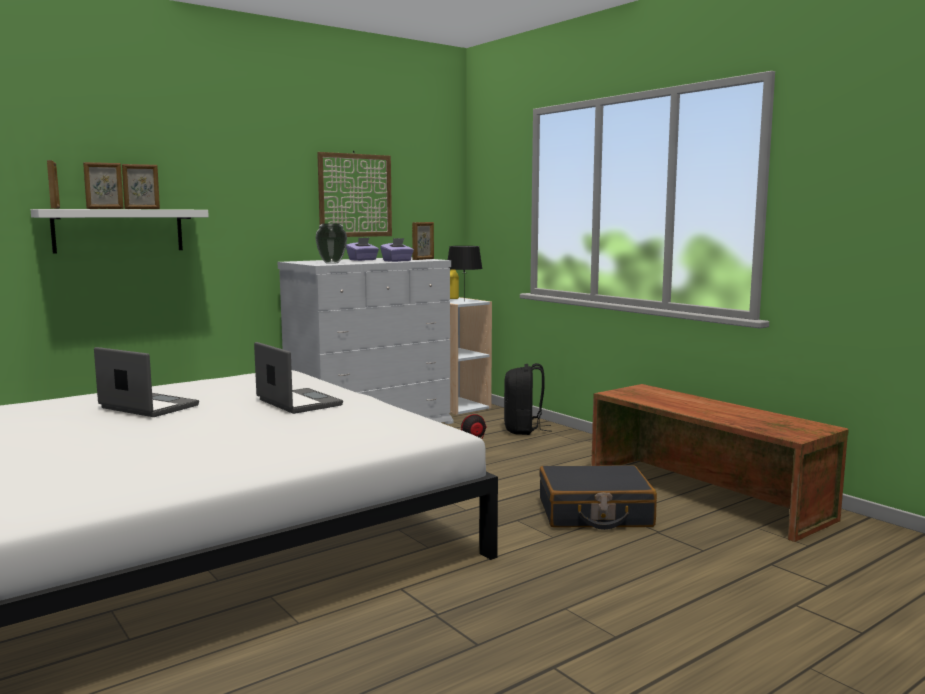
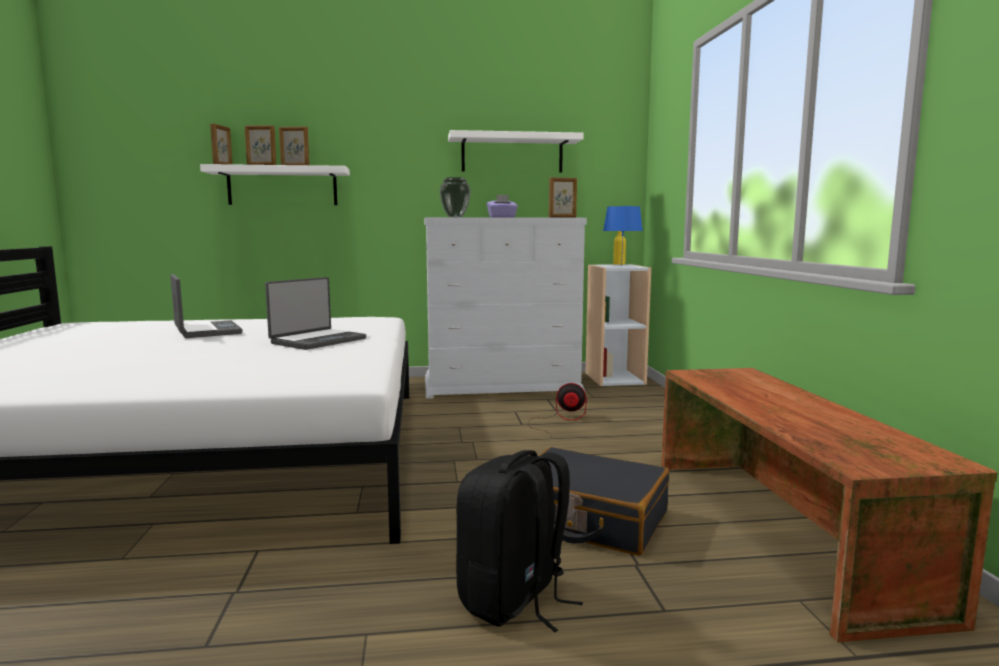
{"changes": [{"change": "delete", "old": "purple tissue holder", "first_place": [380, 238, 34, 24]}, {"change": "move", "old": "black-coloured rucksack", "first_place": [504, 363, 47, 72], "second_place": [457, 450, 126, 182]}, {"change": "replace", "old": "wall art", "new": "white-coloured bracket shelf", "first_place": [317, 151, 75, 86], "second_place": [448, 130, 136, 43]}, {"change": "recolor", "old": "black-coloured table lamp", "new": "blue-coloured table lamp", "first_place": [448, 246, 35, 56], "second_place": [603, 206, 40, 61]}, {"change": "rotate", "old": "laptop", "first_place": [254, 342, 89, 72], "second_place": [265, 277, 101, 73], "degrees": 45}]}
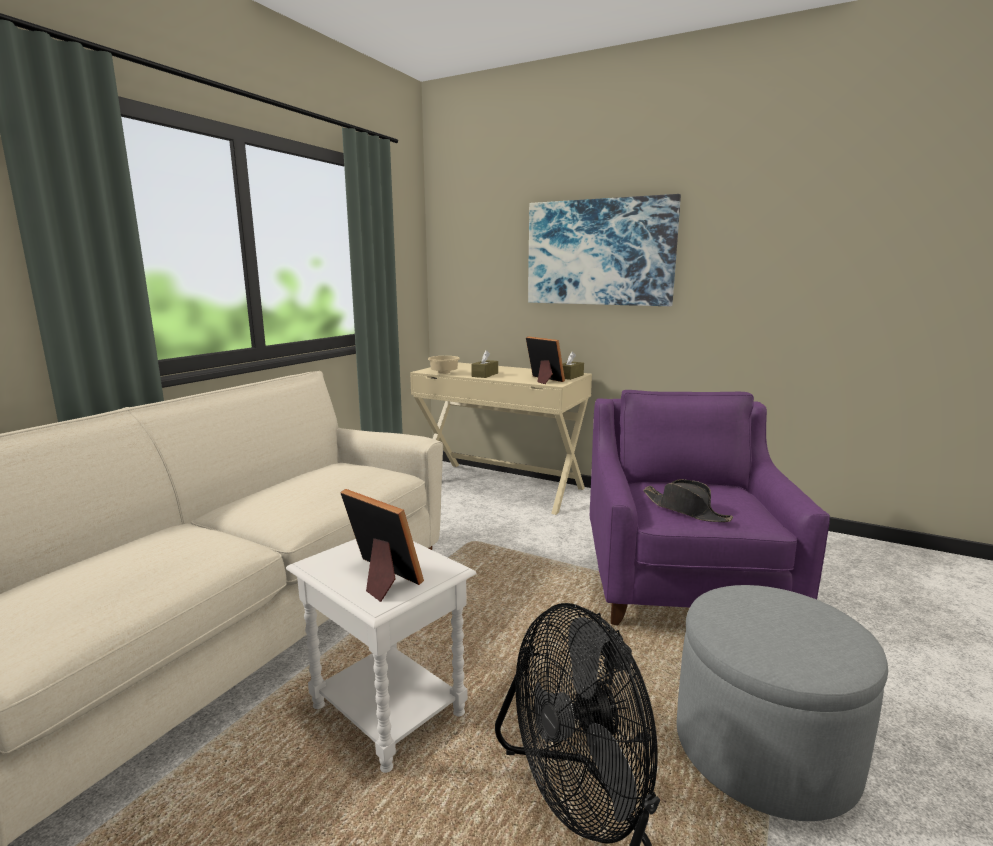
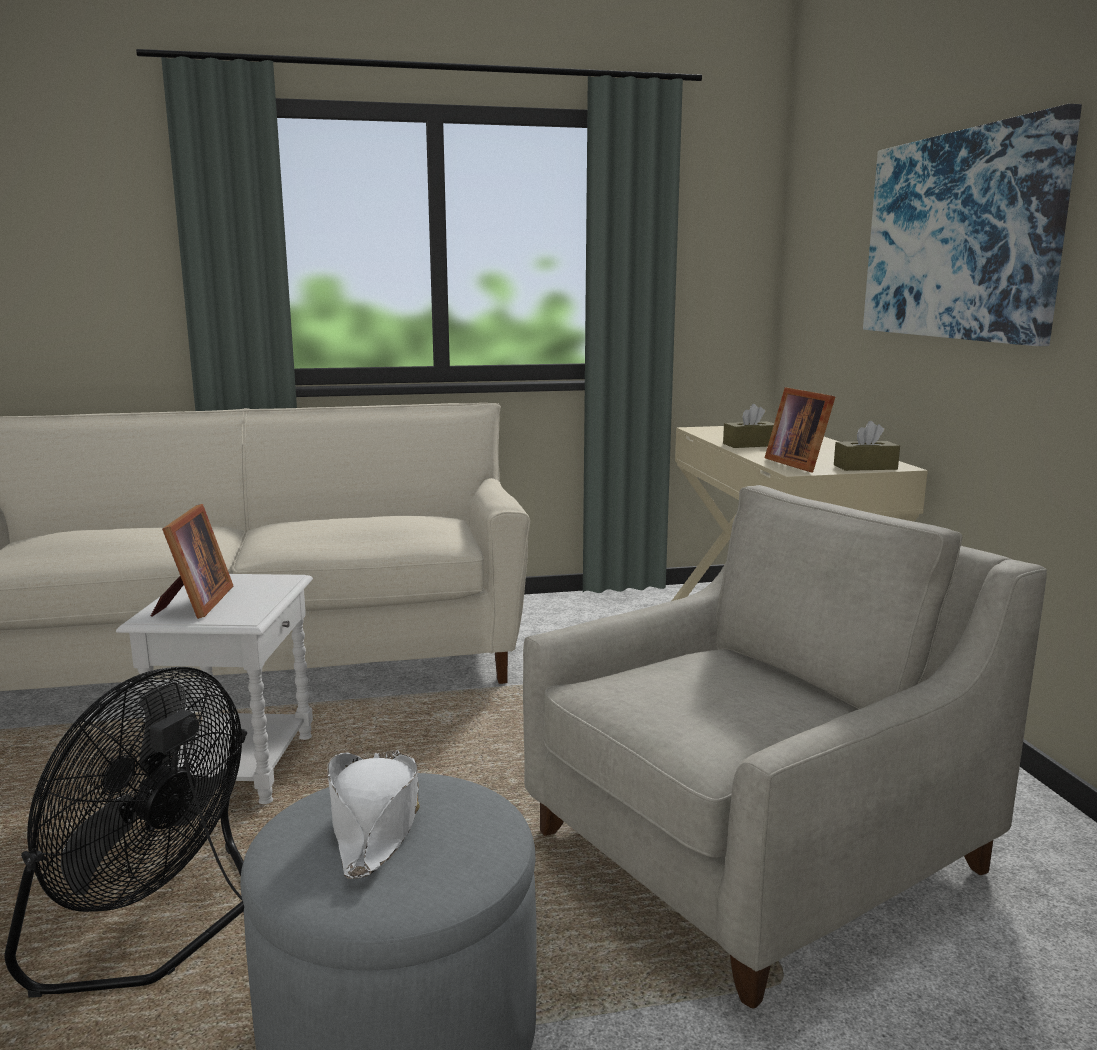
{"changes": [{"change": "delete", "old": "sand-coloured serving bowl", "first_place": [428, 356, 32, 18]}, {"change": "delete", "old": "black-coloured wearable hat", "first_place": [643, 479, 90, 43]}, {"change": "insert", "new": "white-coloured wearable hat", "second_place": [327, 750, 93, 129]}, {"change": "recolor", "old": "purple armchair", "new": "sand-coloured armchair", "first_place": [590, 390, 240, 235], "second_place": [523, 485, 524, 523]}, {"change": "rotate", "old": "photo frame", "first_place": [526, 336, 39, 48], "second_place": [764, 387, 71, 86], "degrees": 150}]}
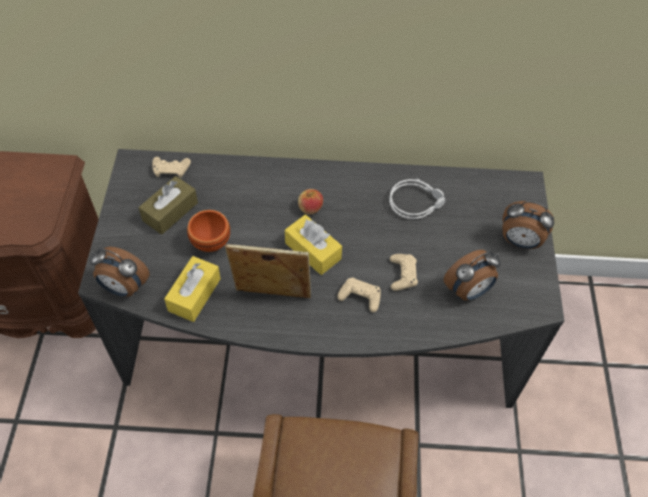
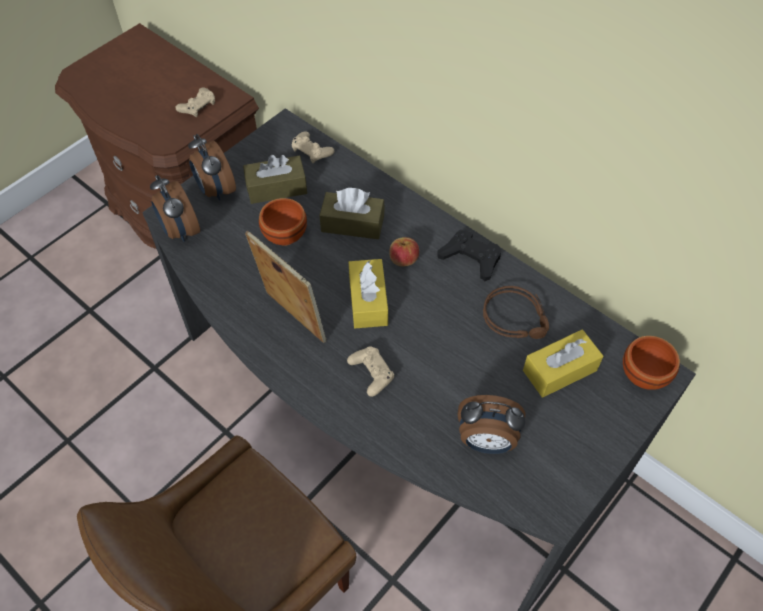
{"changes": [{"change": "insert", "new": "brown tissue holder", "second_place": [319, 188, 66, 51]}, {"change": "insert", "new": "black-coloured joypad", "second_place": [437, 230, 64, 51]}, {"change": "insert", "new": "brown serving bowl", "second_place": [623, 336, 57, 54]}, {"change": "move", "old": "yellow tissue holder", "first_place": [164, 256, 57, 66], "second_place": [523, 330, 80, 68]}, {"change": "move", "old": "sand-coloured joypad", "first_place": [390, 254, 28, 37], "second_place": [175, 88, 40, 29]}, {"change": "move", "old": "alarm clock", "first_place": [502, 201, 52, 48], "second_place": [188, 134, 48, 67]}, {"change": "recolor", "old": "greyish headphones", "new": "brown headphones", "first_place": [389, 179, 57, 40], "second_place": [483, 286, 66, 53]}]}
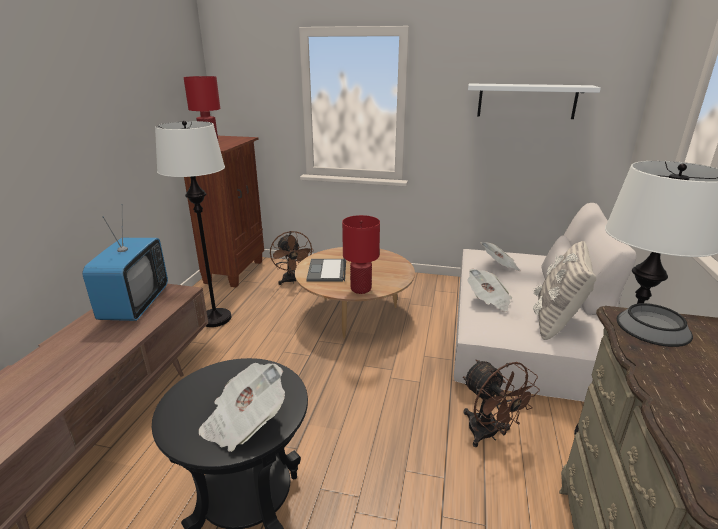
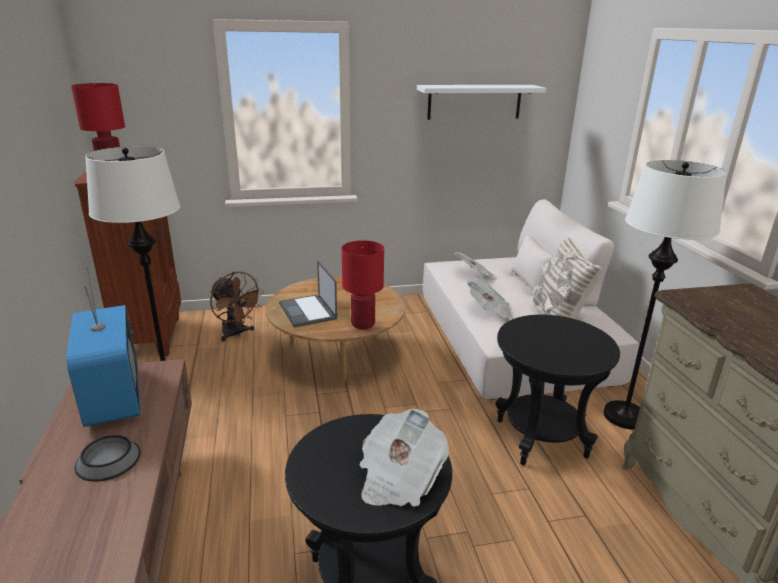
{"changes": [{"change": "move", "old": "serving bowl", "first_place": [616, 303, 77, 44], "second_place": [75, 435, 66, 47]}, {"change": "replace", "old": "brown fan", "new": "black-coloured accent table", "first_place": [463, 360, 77, 87], "second_place": [495, 314, 125, 151]}]}
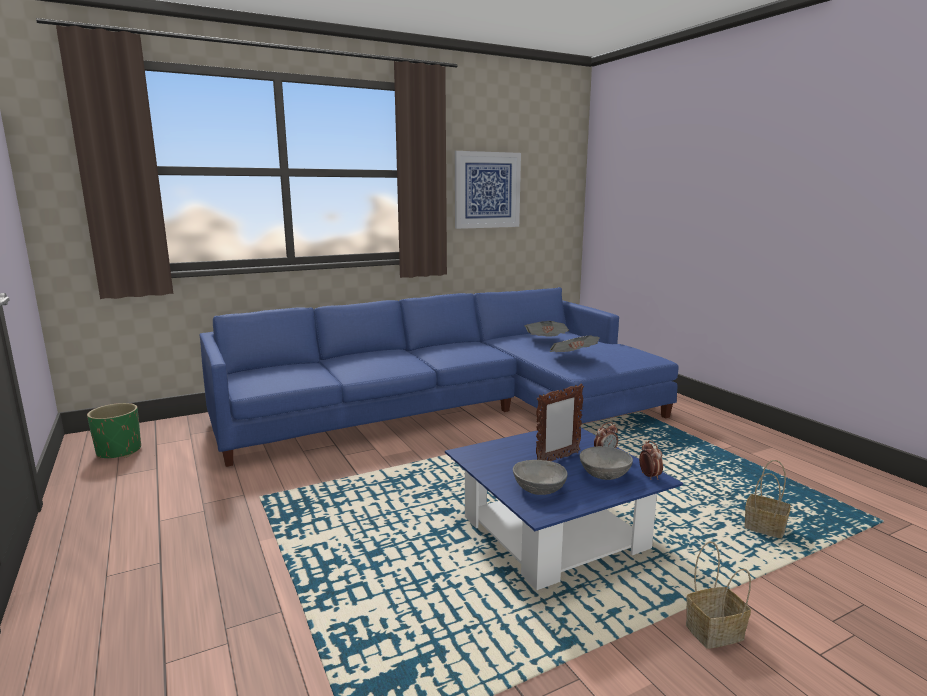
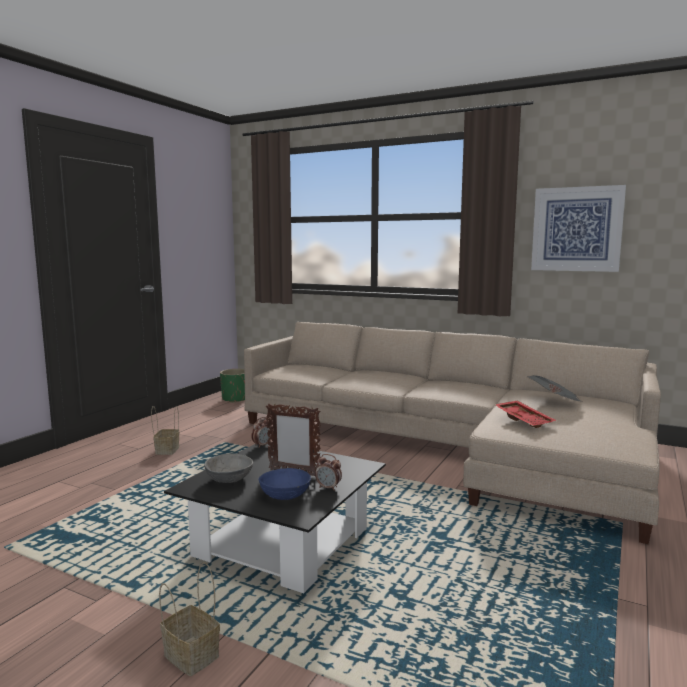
{"changes": [{"change": "move", "old": "alarm clock", "first_place": [639, 440, 24, 40], "second_place": [251, 417, 20, 31]}, {"change": "move", "old": "household basket", "first_place": [744, 460, 47, 79], "second_place": [151, 406, 28, 49]}, {"change": "replace", "old": "newspaper", "new": "red-coloured serving tray", "first_place": [549, 335, 51, 17], "second_place": [495, 400, 61, 28]}, {"change": "recolor", "old": "blue-coloured sofa", "new": "sand-coloured sofa", "first_place": [200, 287, 478, 180], "second_place": [244, 322, 417, 222]}, {"change": "recolor", "old": "blue-coloured lounge table", "new": "black-coloured lounge table", "first_place": [445, 427, 238, 163], "second_place": [164, 444, 222, 149]}, {"change": "recolor", "old": "greyish serving bowl", "new": "blue-coloured serving bowl", "first_place": [580, 446, 53, 34], "second_place": [259, 468, 52, 32]}]}
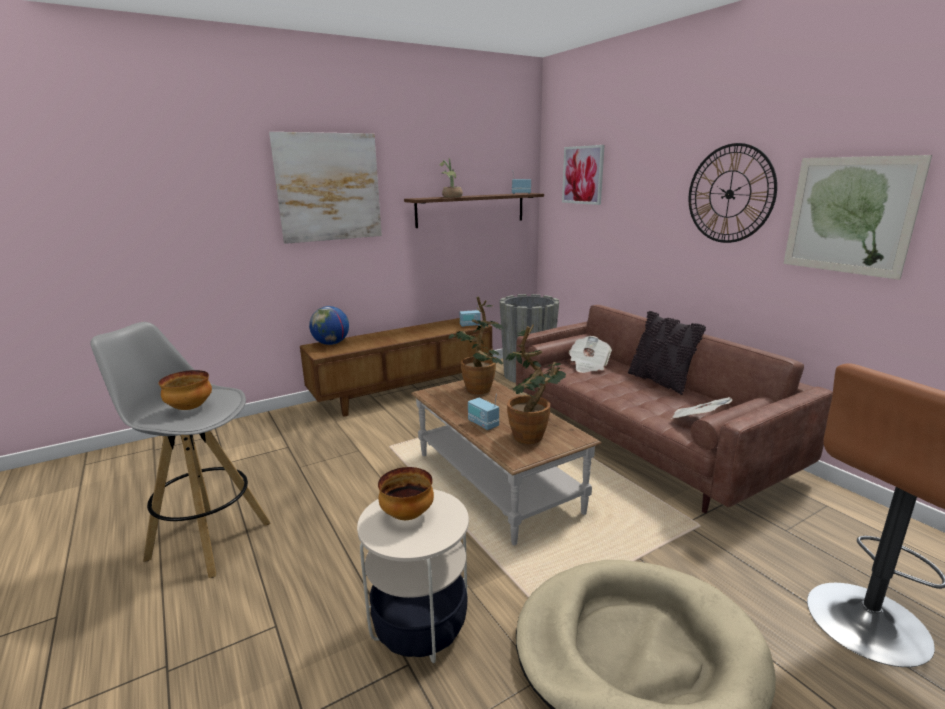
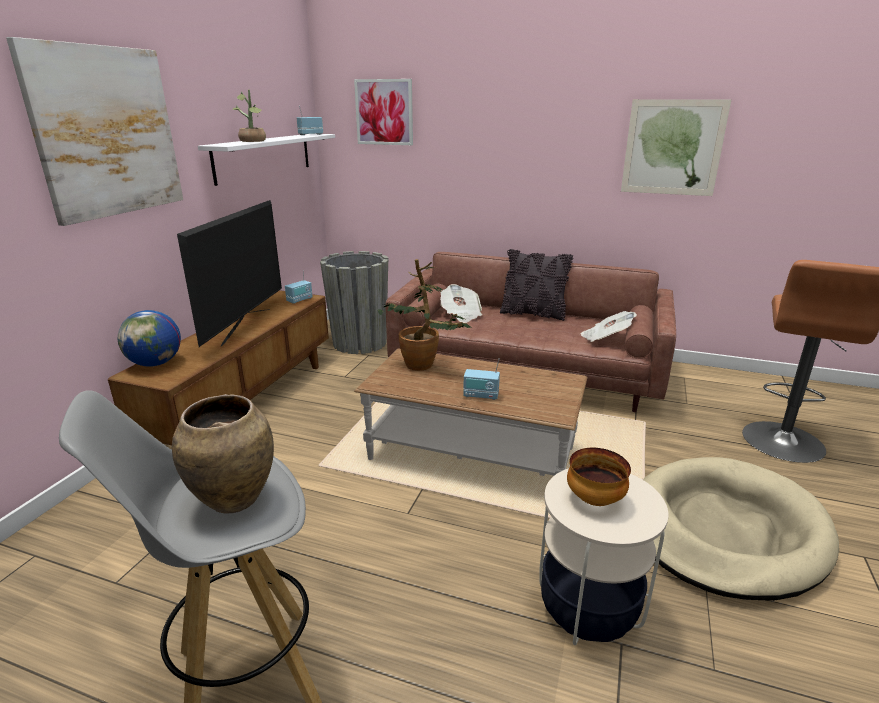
{"changes": [{"change": "delete", "old": "potted plant", "first_place": [506, 324, 60, 120]}, {"change": "delete", "old": "hanging clock", "first_place": [689, 143, 88, 100]}, {"change": "insert", "new": "television", "second_place": [177, 200, 105, 147]}, {"change": "replace", "old": "serving bowl", "new": "brown flower vase", "first_place": [159, 370, 53, 40], "second_place": [172, 394, 102, 119]}, {"change": "recolor", "old": "brown bracket shelf", "new": "white-coloured bracket shelf", "first_place": [404, 193, 140, 35], "second_place": [198, 134, 137, 52]}]}
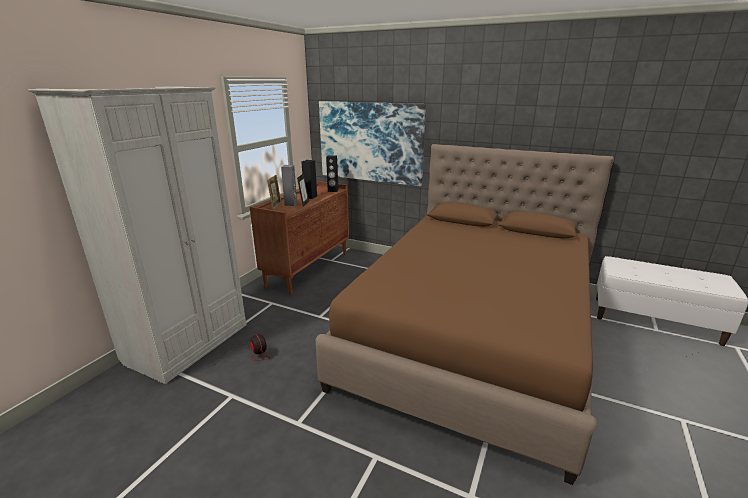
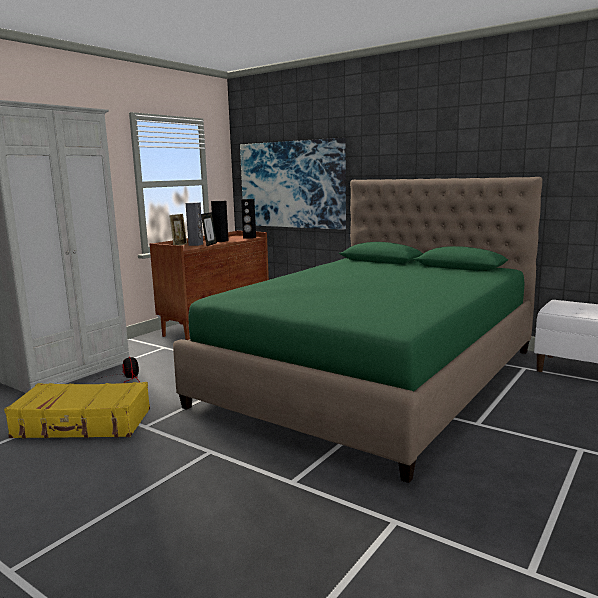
{"changes": [{"change": "insert", "new": "yellow travel case", "second_place": [4, 382, 146, 56]}, {"change": "recolor", "old": "brown bed", "new": "greenish bed", "first_place": [316, 144, 298, 341], "second_place": [173, 177, 370, 306]}]}
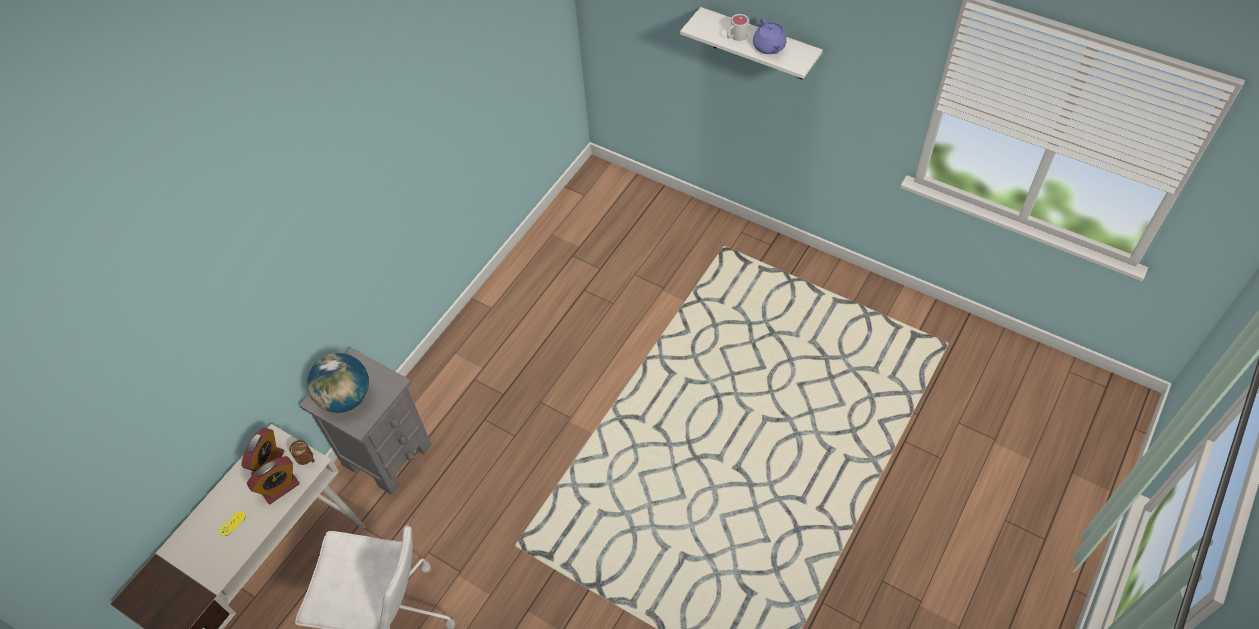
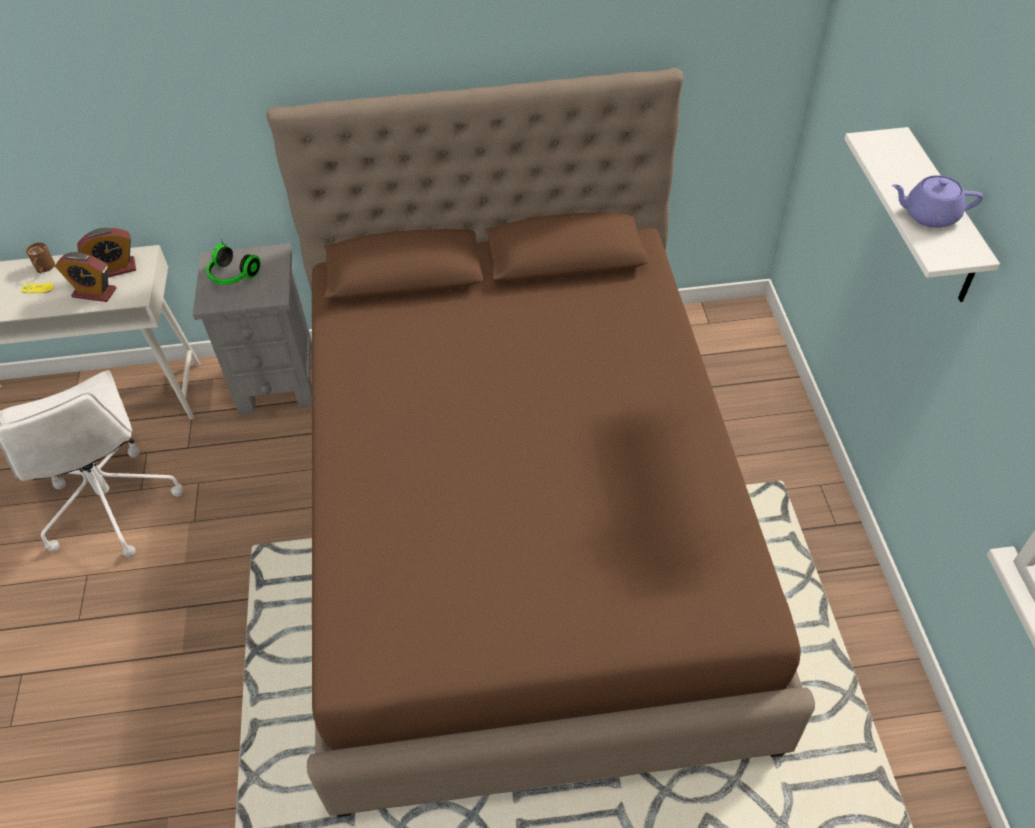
{"changes": [{"change": "delete", "old": "white-coloured coffee mug", "first_place": [727, 14, 22, 27]}, {"change": "insert", "new": "brown bed", "second_place": [266, 68, 549, 749]}, {"change": "move", "old": "brown coffee mug", "first_place": [289, 440, 26, 25], "second_place": [26, 242, 29, 31]}, {"change": "replace", "old": "globe", "new": "headphones", "first_place": [307, 353, 62, 60], "second_place": [206, 239, 55, 46]}, {"change": "rotate", "old": "purple teapot", "first_place": [753, 18, 33, 36], "second_place": [892, 175, 91, 53], "degrees": 60}]}
